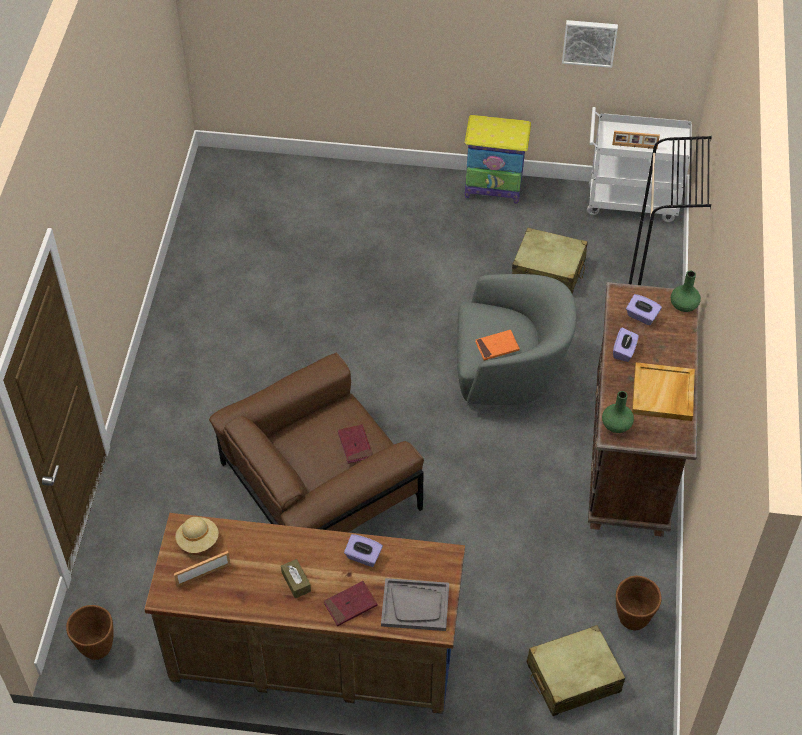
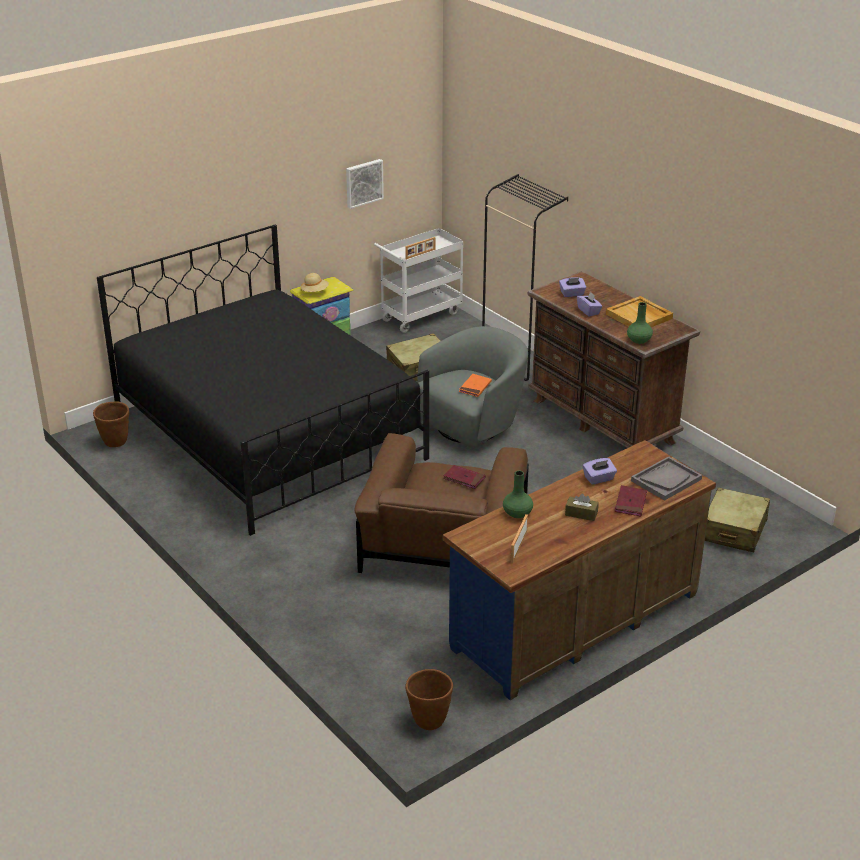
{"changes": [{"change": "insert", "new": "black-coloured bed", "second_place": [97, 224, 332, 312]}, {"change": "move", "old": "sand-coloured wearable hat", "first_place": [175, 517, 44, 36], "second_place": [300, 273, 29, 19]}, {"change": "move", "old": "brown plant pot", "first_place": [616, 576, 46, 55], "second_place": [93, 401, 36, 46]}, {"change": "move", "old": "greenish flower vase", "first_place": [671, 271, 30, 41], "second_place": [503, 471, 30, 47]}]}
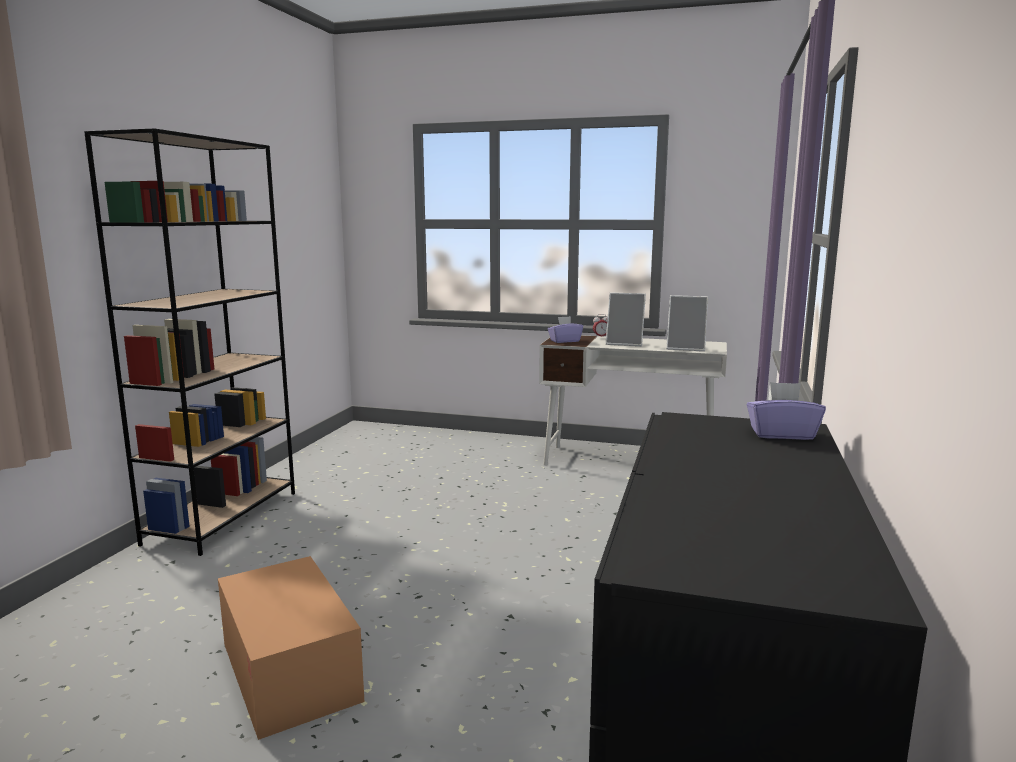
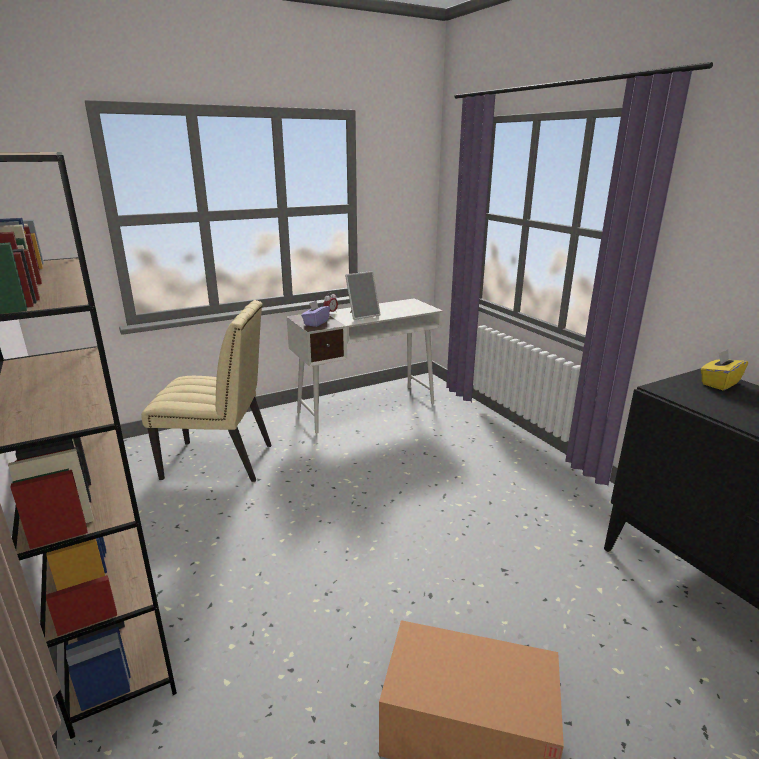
{"changes": [{"change": "delete", "old": "photo frame", "first_place": [666, 295, 42, 56]}, {"change": "insert", "new": "sand-coloured upright chair", "second_place": [141, 300, 130, 182]}, {"change": "recolor", "old": "purple tissue holder", "new": "yellow tissue holder", "first_place": [747, 382, 79, 58], "second_place": [701, 349, 47, 41]}]}
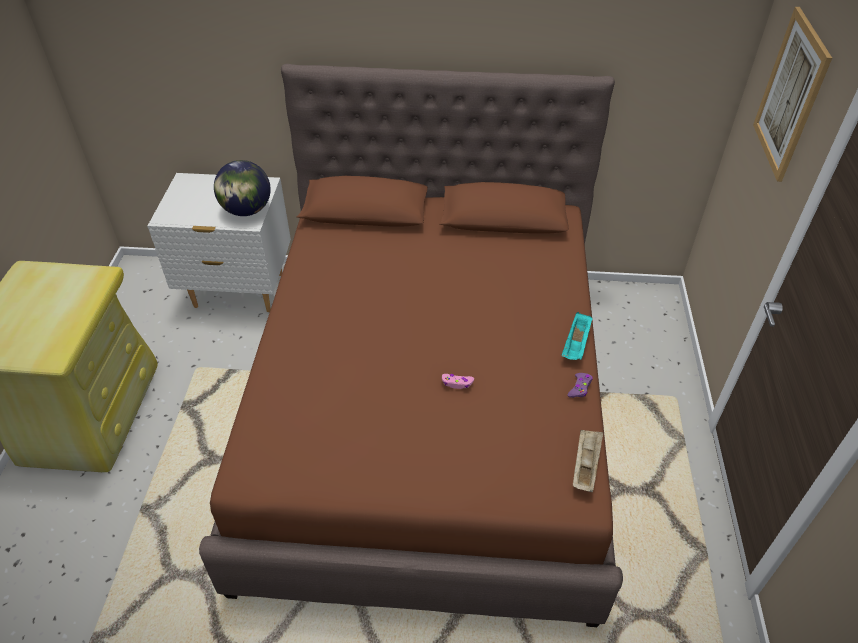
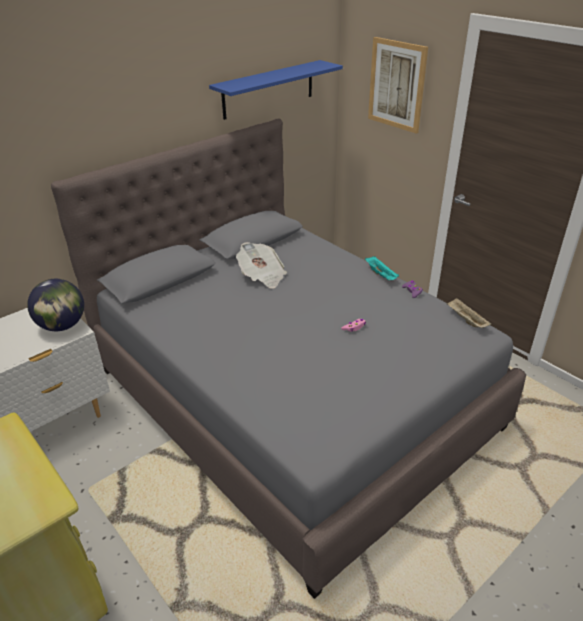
{"changes": [{"change": "insert", "new": "blue-coloured bracket shelf", "second_place": [209, 60, 134, 60]}, {"change": "insert", "new": "newspaper", "second_place": [236, 242, 51, 47]}, {"change": "recolor", "old": "brown bed", "new": "greyish bed", "first_place": [199, 64, 424, 563], "second_place": [51, 119, 475, 480]}]}
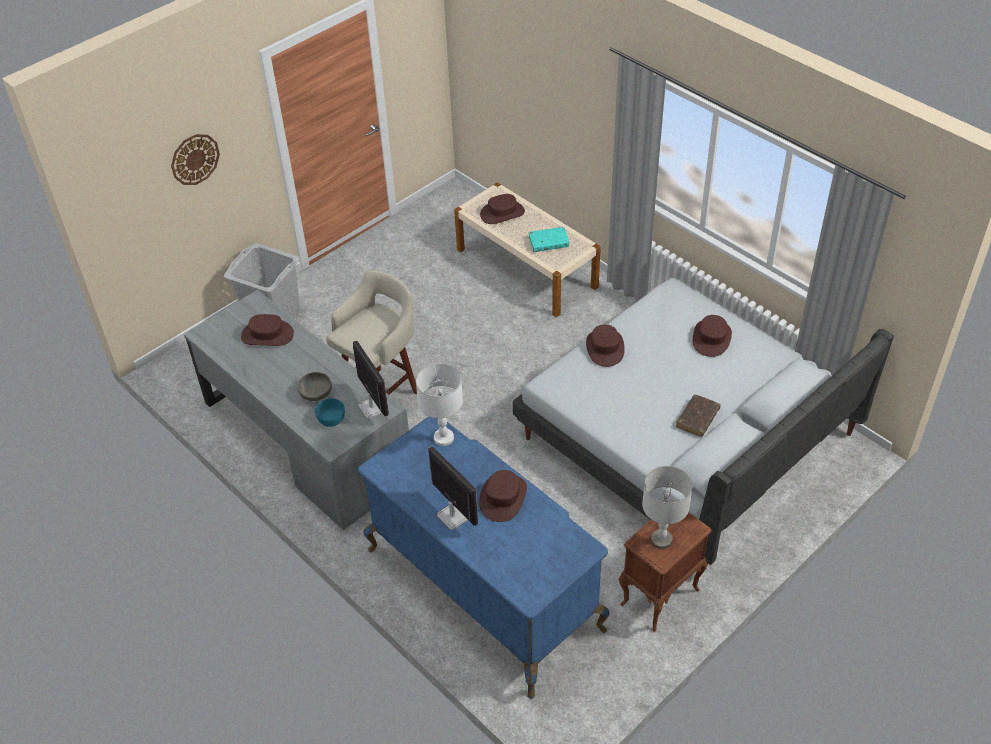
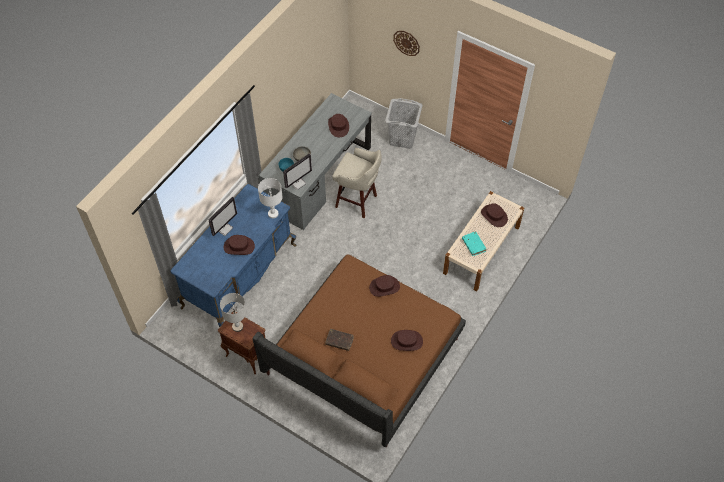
{"changes": [{"change": "recolor", "old": "greyish bed", "new": "brown bed", "first_place": [513, 277, 381, 288], "second_place": [252, 254, 214, 194]}]}
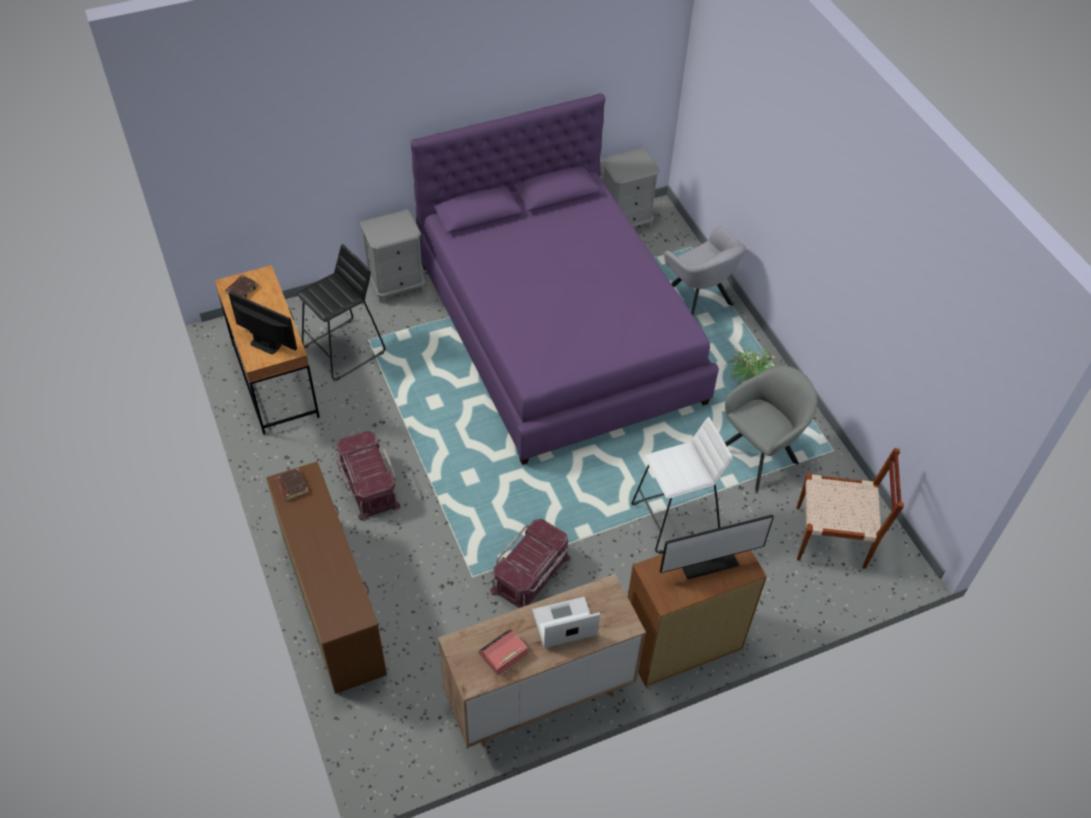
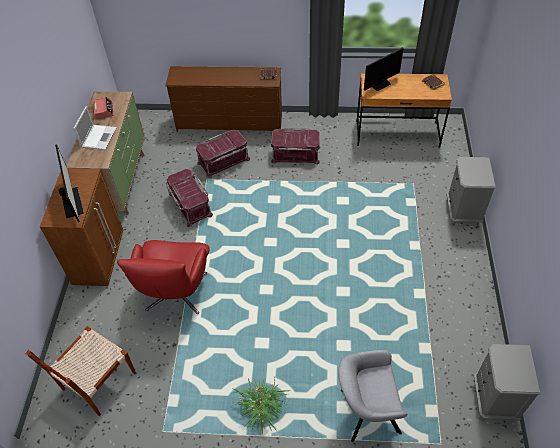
{"changes": [{"change": "delete", "old": "black-coloured stool seat", "first_place": [296, 244, 90, 136]}, {"change": "delete", "old": "purple bed", "first_place": [411, 93, 308, 372]}, {"change": "delete", "old": "greyish armchair", "first_place": [725, 365, 93, 126]}, {"change": "insert", "new": "red-coloured storage box", "second_place": [196, 130, 54, 48]}, {"change": "replace", "old": "white-coloured stool seat", "new": "red-coloured armchair", "first_place": [631, 417, 102, 137], "second_place": [117, 240, 93, 74]}, {"change": "rotate", "old": "computer screen", "first_place": [660, 515, 114, 64], "second_place": [55, 144, 29, 78], "degrees": 150}]}
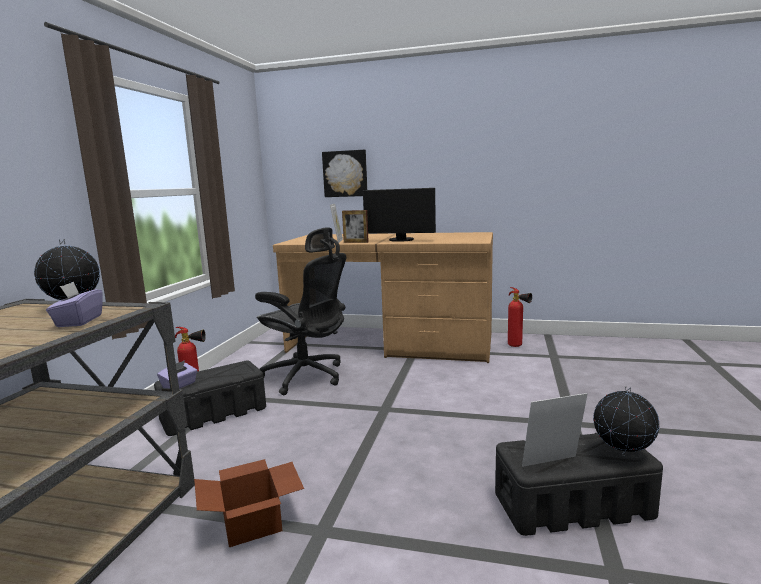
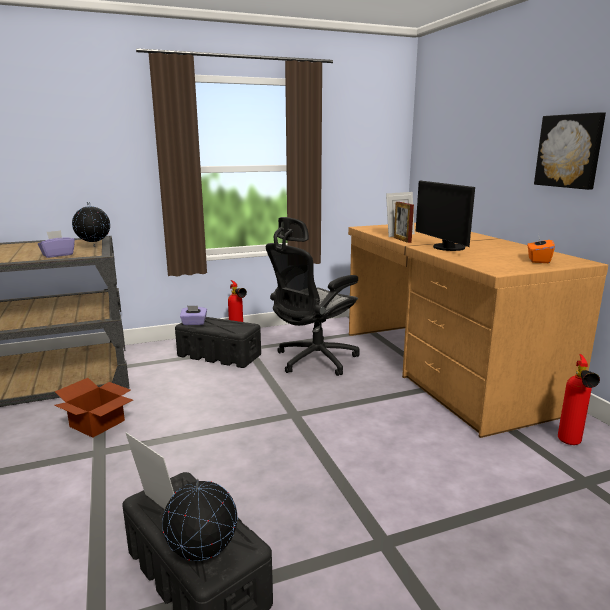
{"changes": [{"change": "insert", "new": "orange-coloured tissue holder", "second_place": [527, 235, 28, 28]}, {"change": "move", "old": "wall art", "first_place": [322, 150, 45, 47], "second_place": [534, 112, 72, 78]}, {"change": "rotate", "old": "office chair", "first_place": [255, 227, 91, 168], "second_place": [266, 217, 94, 159], "degrees": 45}]}
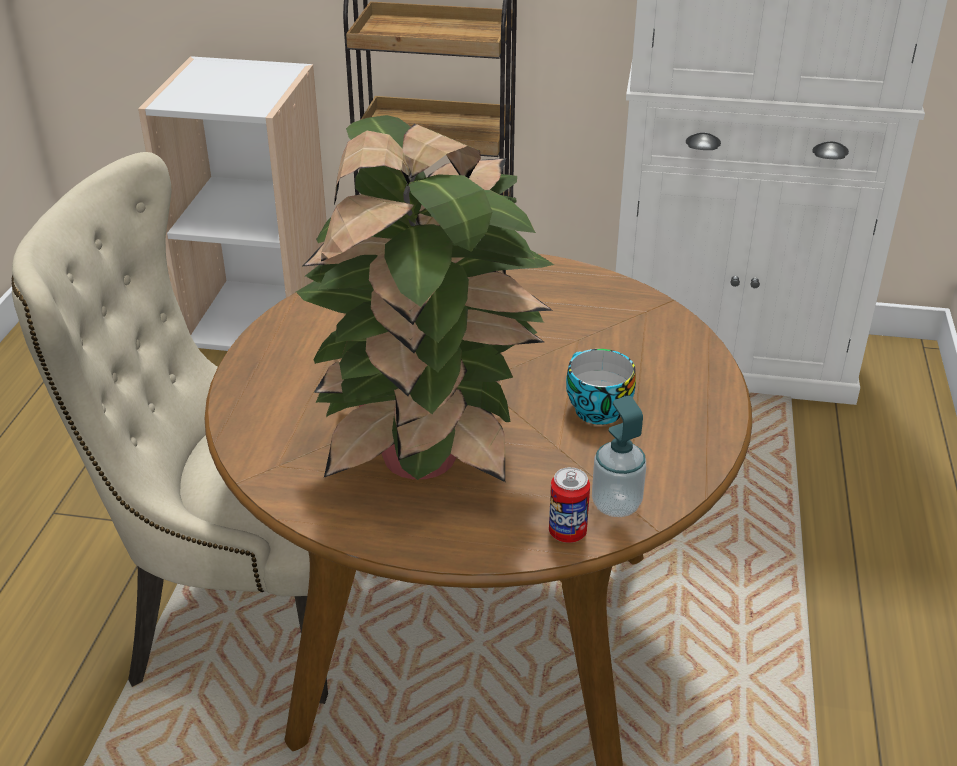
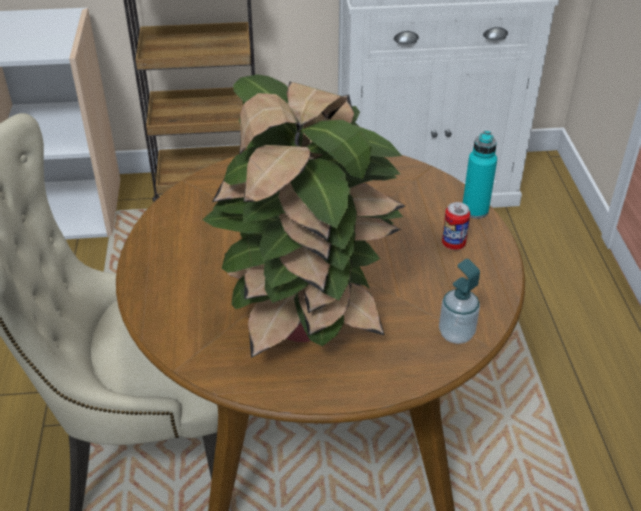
{"changes": [{"change": "delete", "old": "cup", "first_place": [566, 349, 70, 76]}, {"change": "insert", "new": "turquoise-coloured drink bottle", "second_place": [463, 131, 34, 88]}, {"change": "move", "old": "metal can", "first_place": [549, 467, 41, 76], "second_place": [442, 202, 28, 48]}]}
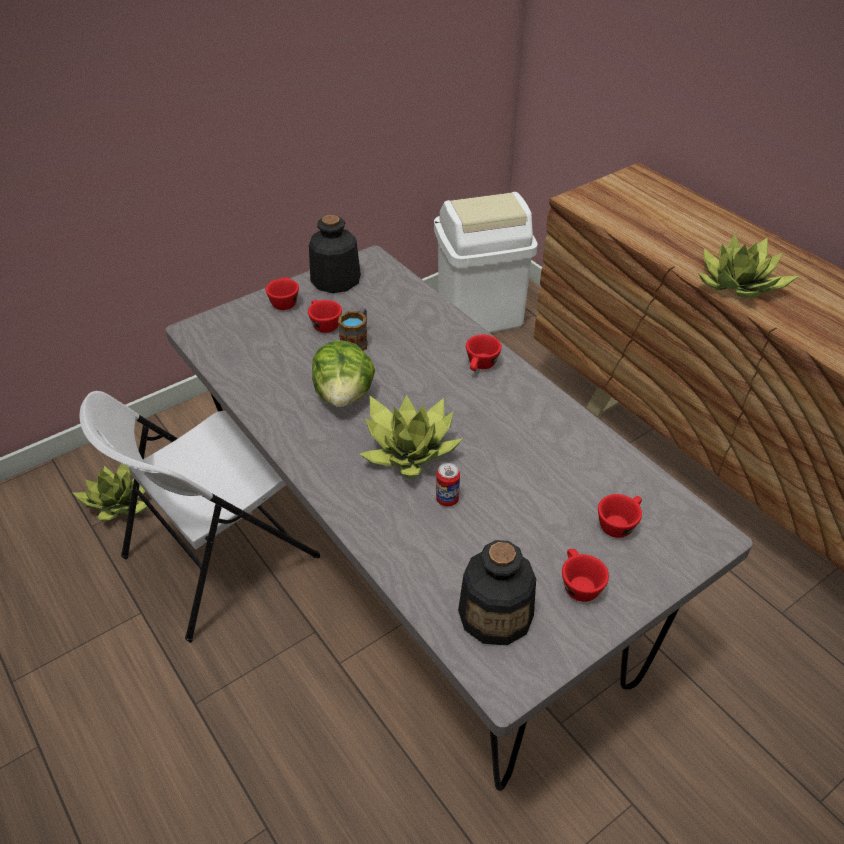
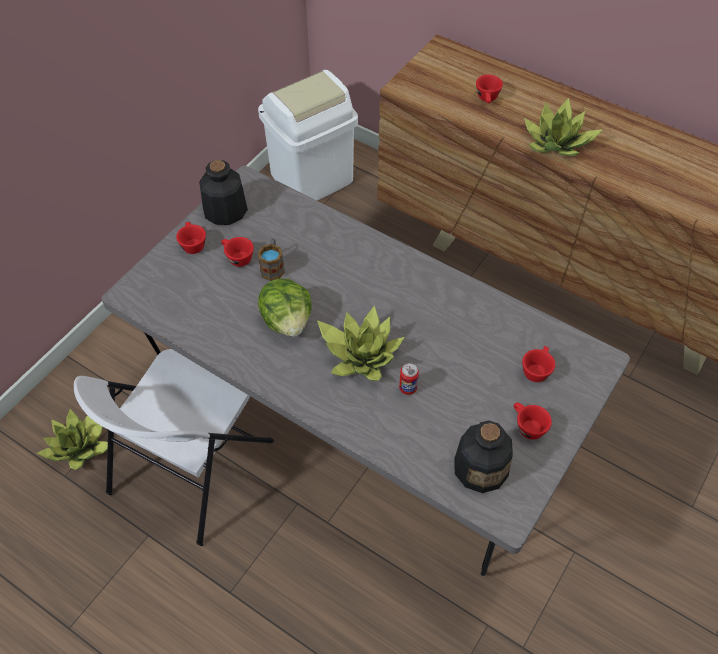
{"changes": [{"change": "move", "old": "red-coloured cup", "first_place": [466, 335, 36, 36], "second_place": [476, 75, 27, 28]}]}
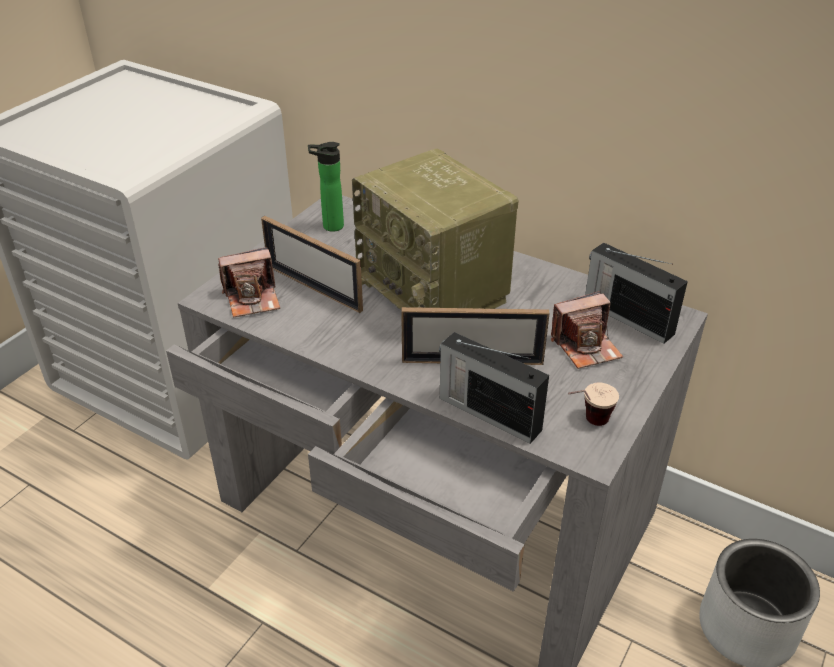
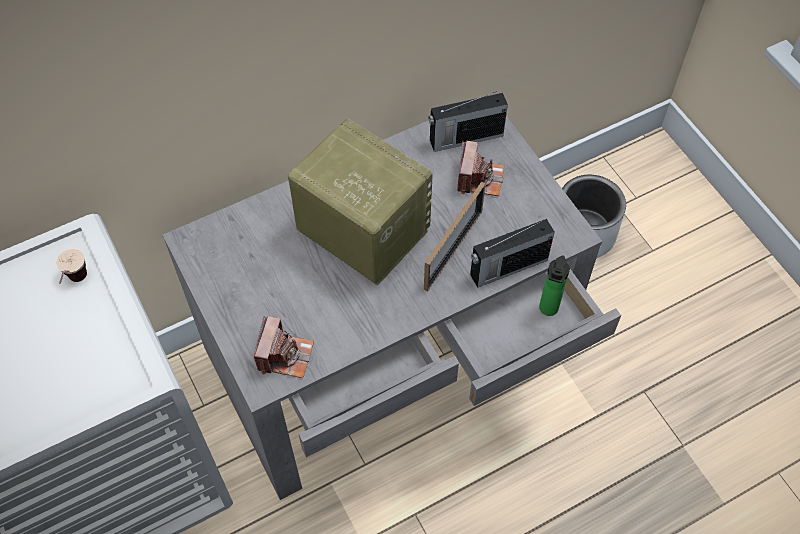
{"changes": [{"change": "delete", "old": "photo frame", "first_place": [261, 216, 102, 97]}, {"change": "move", "old": "drink bottle", "first_place": [308, 142, 36, 90], "second_place": [539, 255, 31, 61]}, {"change": "move", "old": "cup", "first_place": [568, 382, 51, 44], "second_place": [57, 249, 30, 35]}, {"change": "rotate", "old": "radio set", "first_place": [352, 149, 167, 161], "second_place": [288, 119, 145, 167], "degrees": -135}]}
